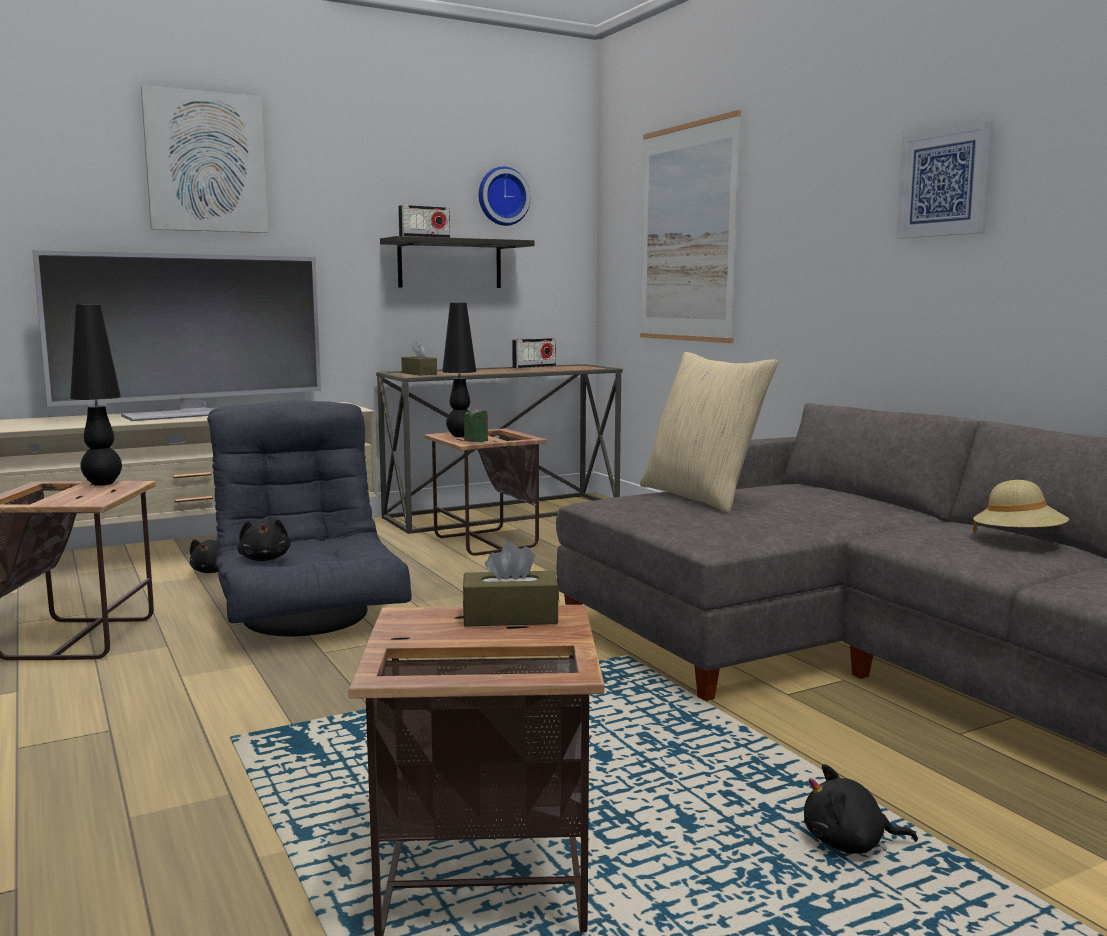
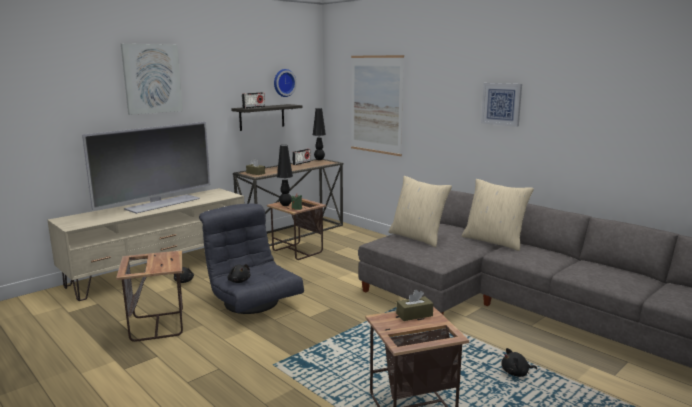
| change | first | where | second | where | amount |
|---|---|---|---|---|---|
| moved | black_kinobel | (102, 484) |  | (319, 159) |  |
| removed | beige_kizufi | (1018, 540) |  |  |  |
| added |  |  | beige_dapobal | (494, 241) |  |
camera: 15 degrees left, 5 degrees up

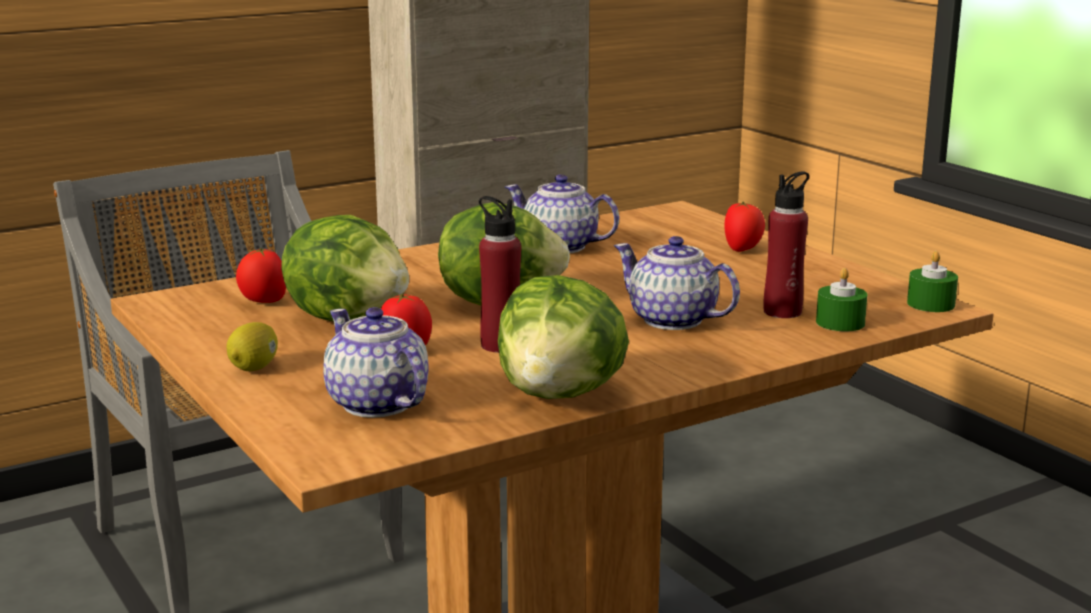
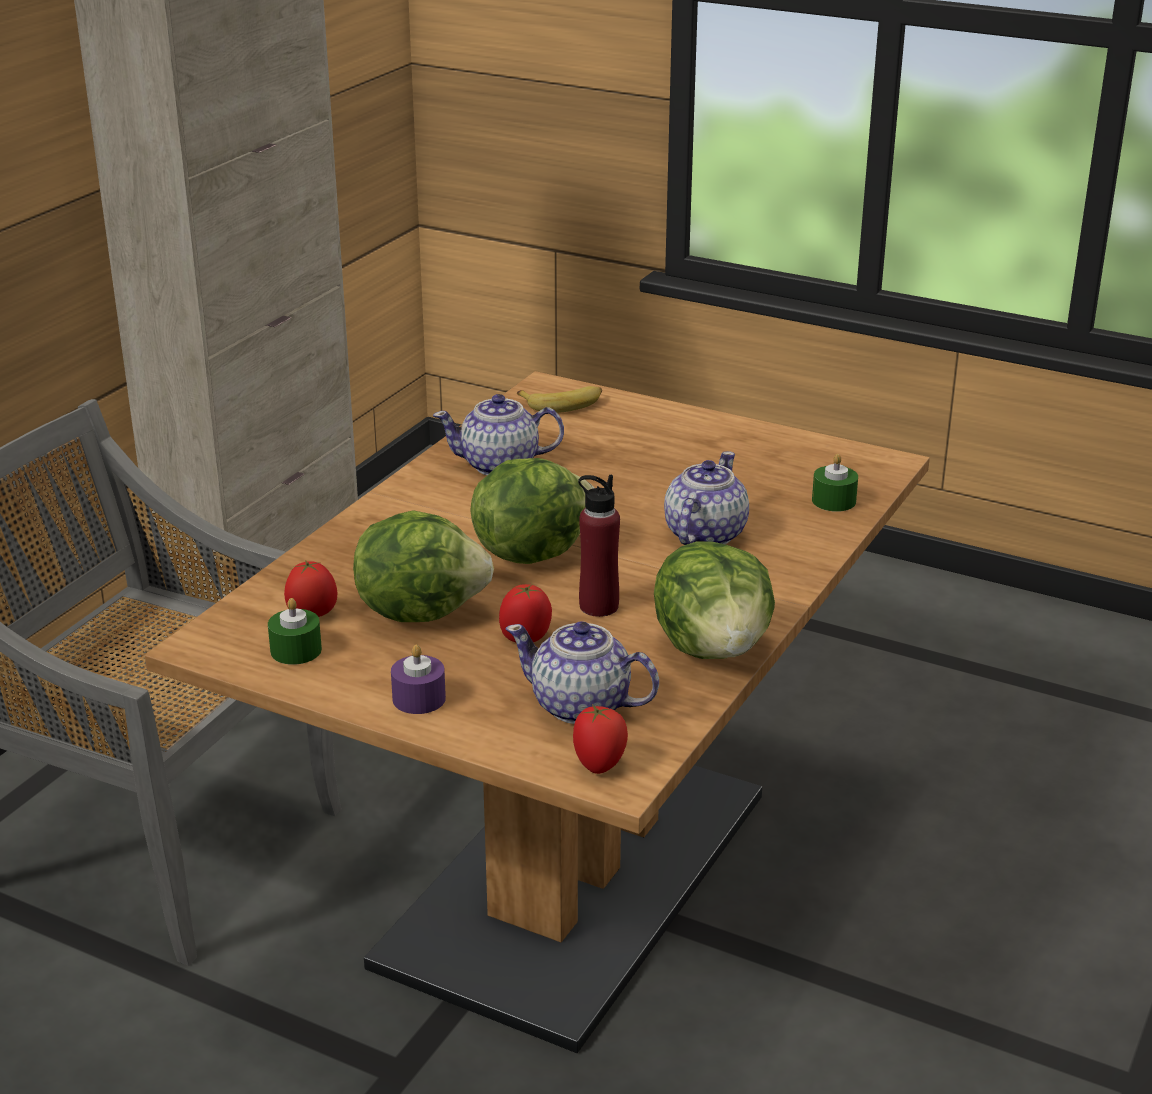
| change | first | where | second | where | amount |
|---|---|---|---|---|---|
| removed | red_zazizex | (782, 312) |  |  |  |
| moved | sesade | (742, 249) |  | (600, 765) |  |
| turned | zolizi | (673, 320) |  | (704, 535) | 105 degrees clockwise |
| moved | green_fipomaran | (930, 304) |  | (296, 650) |  |
| replaced | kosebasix | (255, 367) | purple_fipomaran | (419, 698) |  |
| added |  |  | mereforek | (563, 404) |  |
camera: 30 degrees left, 10 degrees up

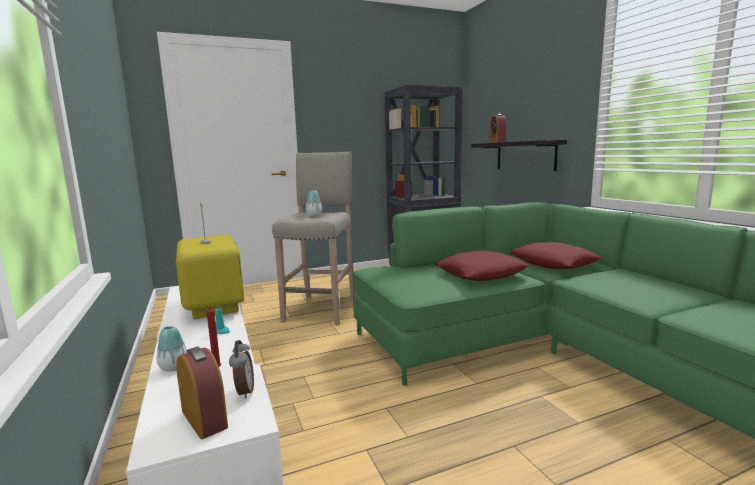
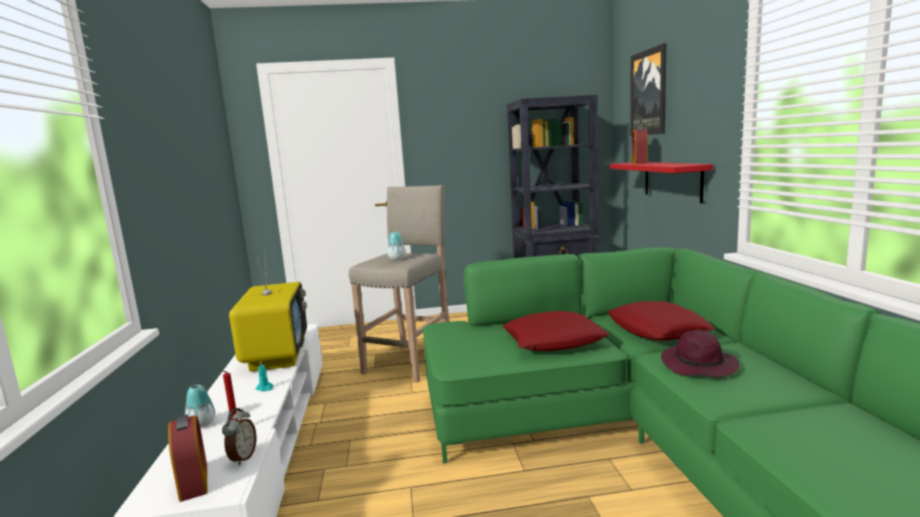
| change | first | where | second | where | amount |
|---|---|---|---|---|---|
| recoloured | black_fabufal | (525, 156) | red_fabufal | (672, 180) |  |
| added |  |  | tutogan | (649, 93) |  |
| added |  |  | purple_kizufi | (699, 366) |  |
camera: 15 degrees right, 0 degrees up

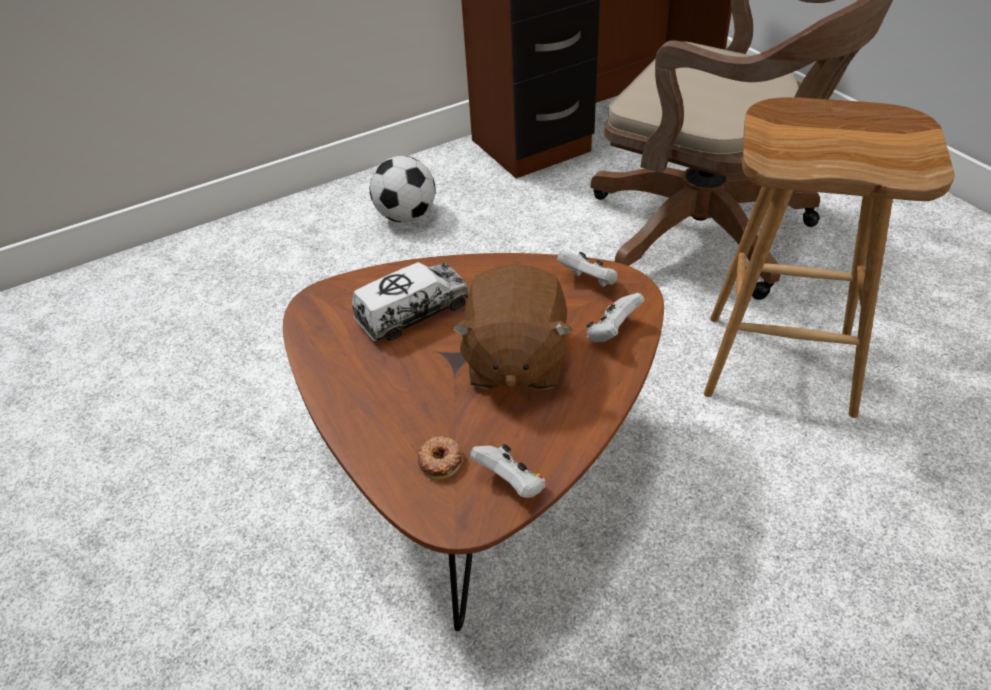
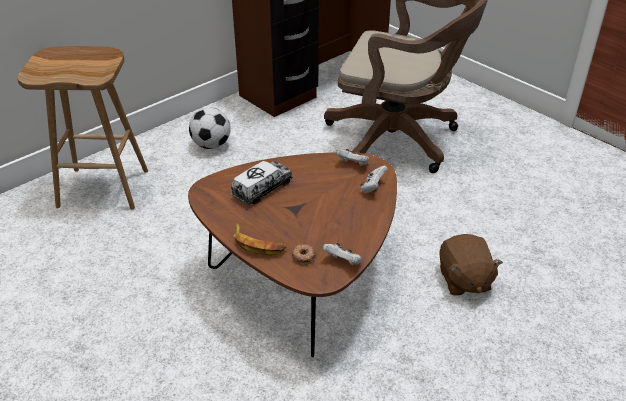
| change | first | where | second | where | amount |
|---|---|---|---|---|---|
| moved | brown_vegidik | (781, 363) |  | (105, 188) |  |
| moved | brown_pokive | (514, 361) |  | (463, 280) |  |
| added |  |  | mereforek | (258, 244) |  |
camera: 15 degrees left, 5 degrees down

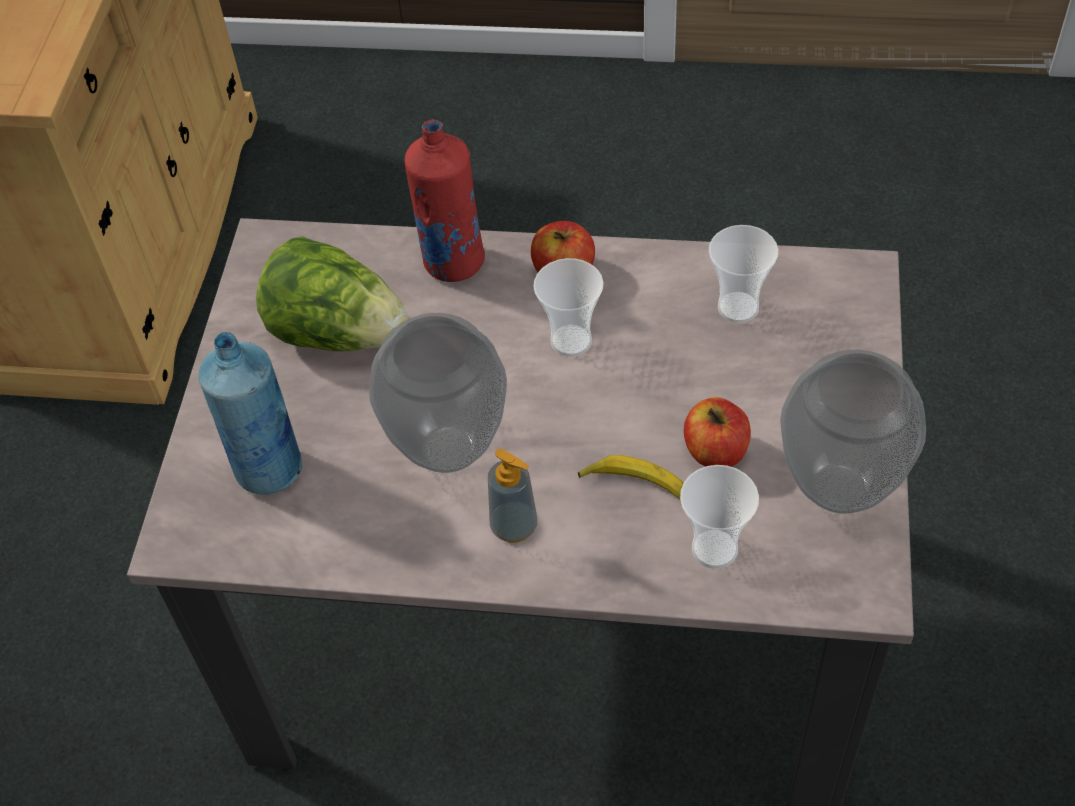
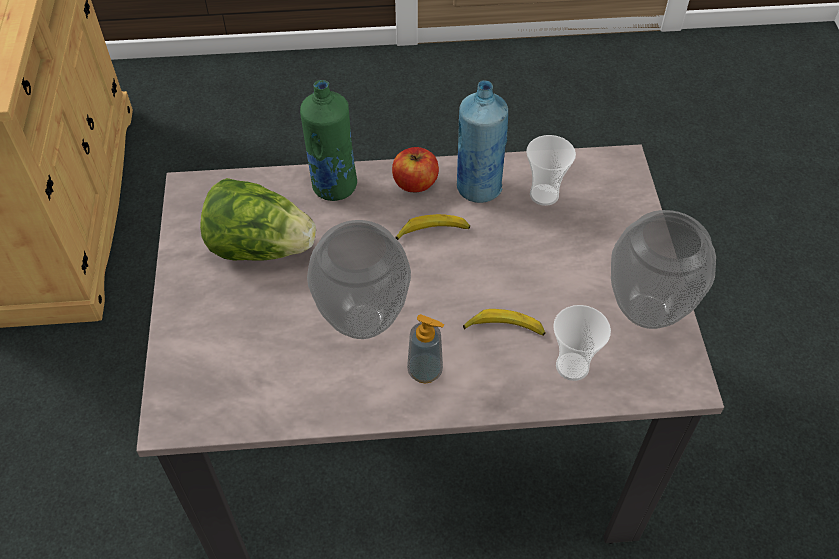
| change | first | where | second | where | amount |
|---|---|---|---|---|---|
| recoloured | red_zazizex | (453, 262) | green_zazizex | (333, 186) |  |
| replaced | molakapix | (571, 340) | mereforek | (433, 232) |  |
| moved | blue_zazizex | (269, 468) |  | (478, 187) |  |
| removed | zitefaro | (716, 451) |  |  |  |
camera: 15 degrees left, 0 degrees up

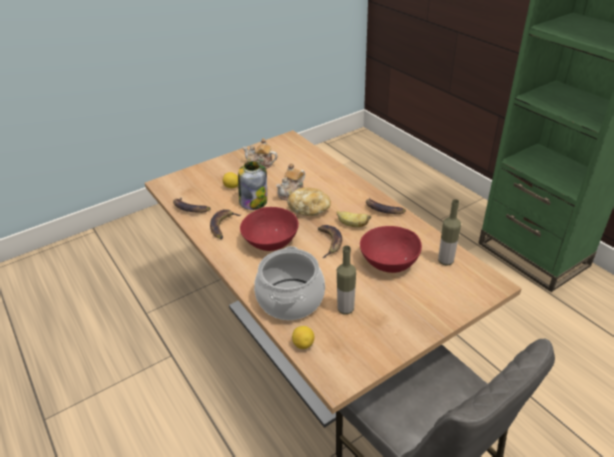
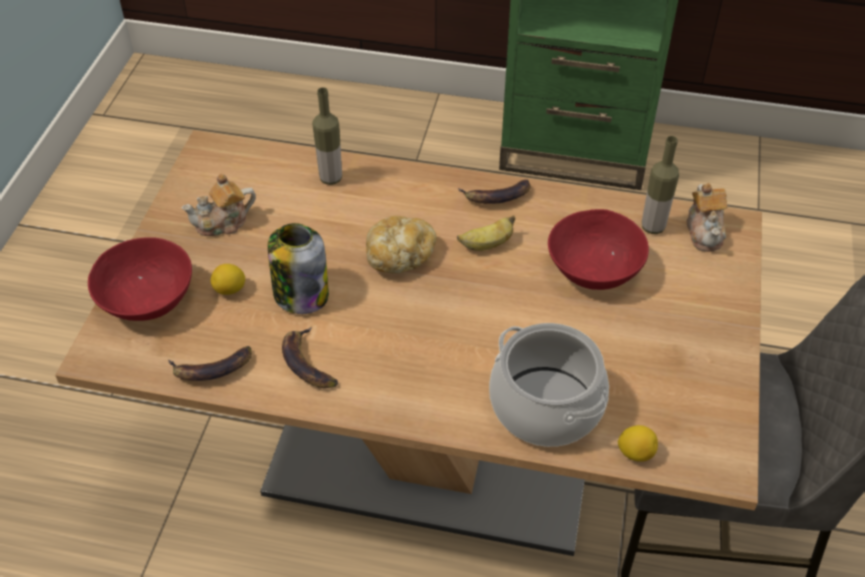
| change | first | where | second | where | amount |
|---|---|---|---|---|---|
| moved | zolizi | (292, 193) |  | (705, 231) |  |
| moved | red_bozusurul | (271, 242) |  | (148, 300) |  |
| removed | mereforek | (330, 242) |  |  |  |
| moved | zazizex | (345, 309) |  | (330, 178) |  |
camera: 45 degrees left, 10 degrees up

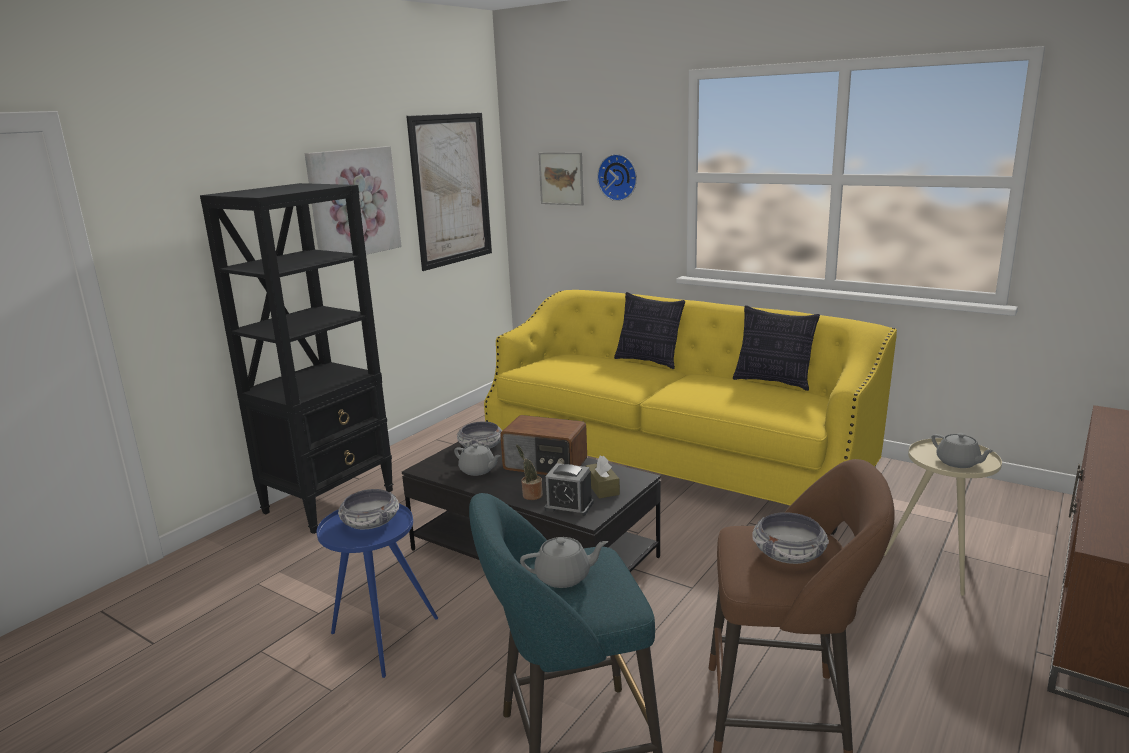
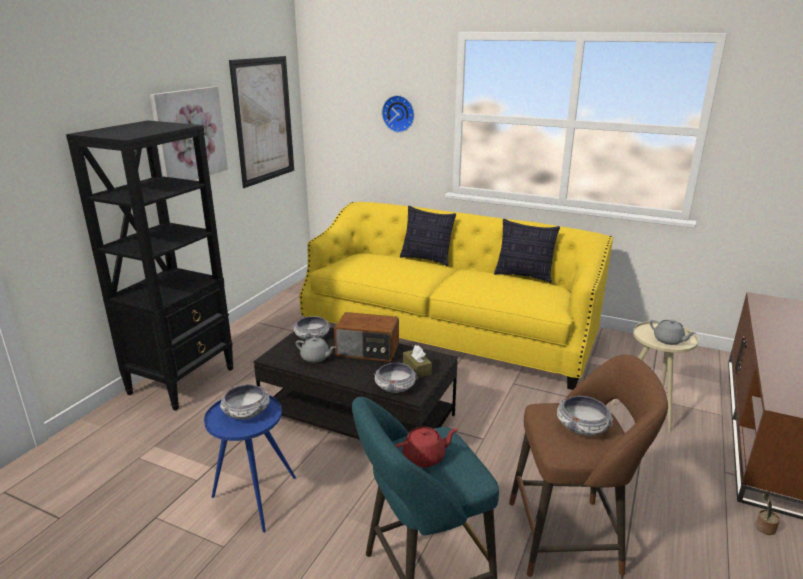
| change | first | where | second | where | amount |
|---|---|---|---|---|---|
| removed | tutogan | (561, 178) |  |  |  |
| moved | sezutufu | (531, 495) |  | (764, 528) |  |
| replaced | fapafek | (569, 506) | bozusurul | (395, 386) |  |
| recoloured | grey_zolizi | (564, 577) | red_zolizi | (424, 457) |  |
camera: 10 degrees left, 5 degrees up

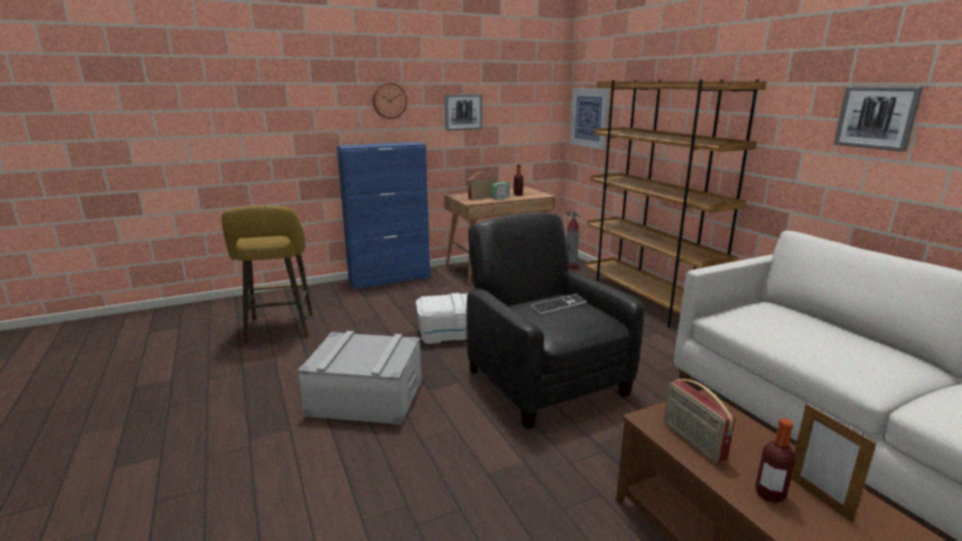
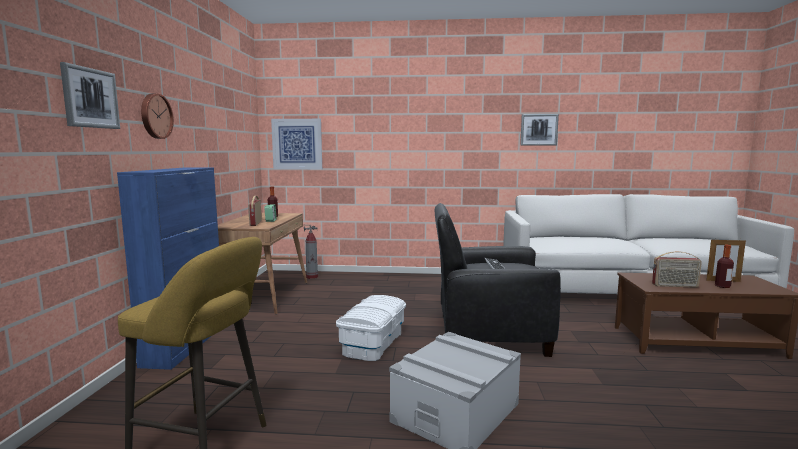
| change | first | where | second | where | amount |
|---|---|---|---|---|---|
| removed | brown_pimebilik | (646, 303) |  |  |  |
| moved | tutogan | (463, 112) |  | (90, 98) |  |
camera: 60 degrees left, 10 degrees down

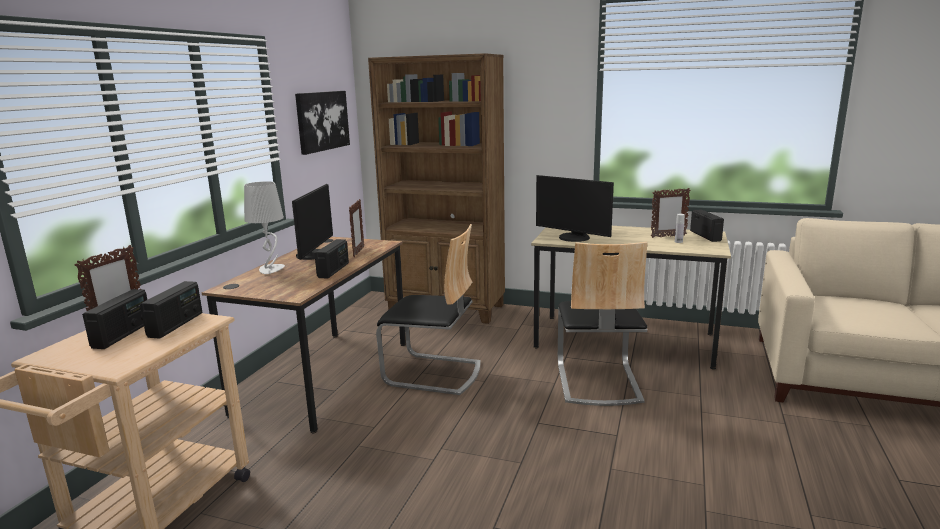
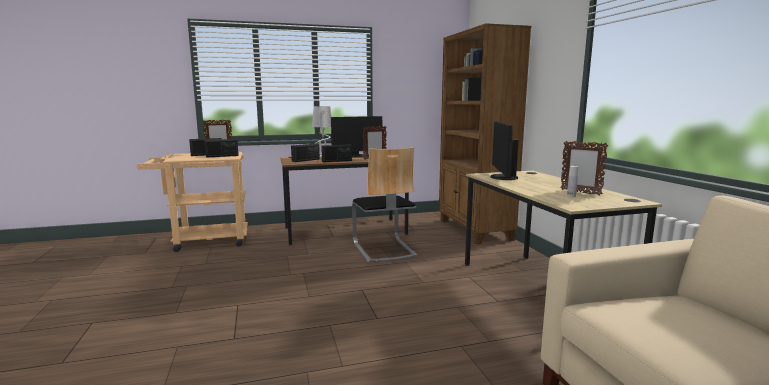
| change | first | where | second | where | amount |
|---|---|---|---|---|---|
| removed | tutogan | (322, 121) |  |  |  |
| moved | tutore | (705, 236) |  | (306, 160) |  |
| removed | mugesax | (597, 381) |  |  |  |
camera: 55 degrees right, 5 degrees down

